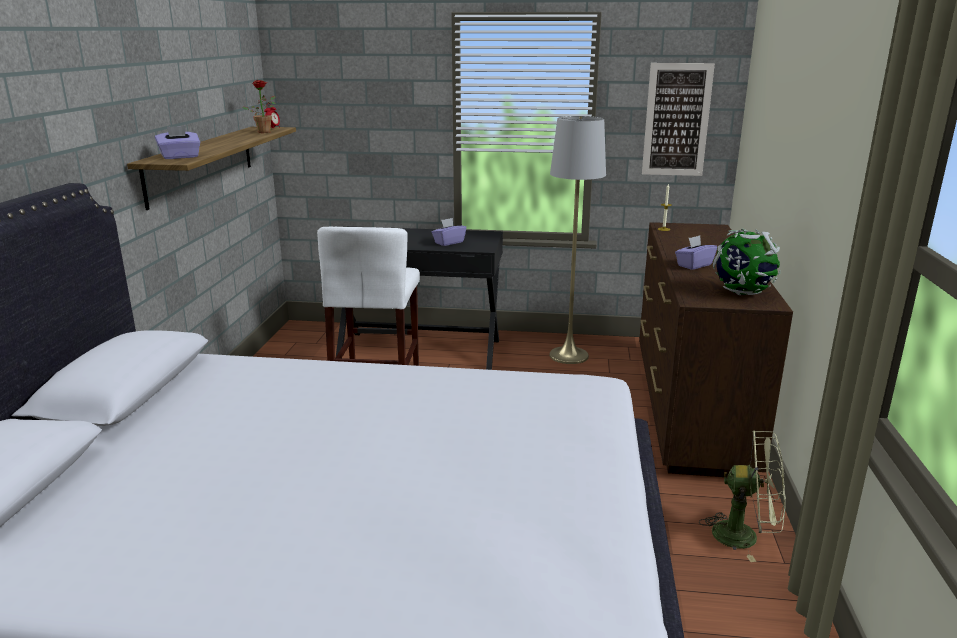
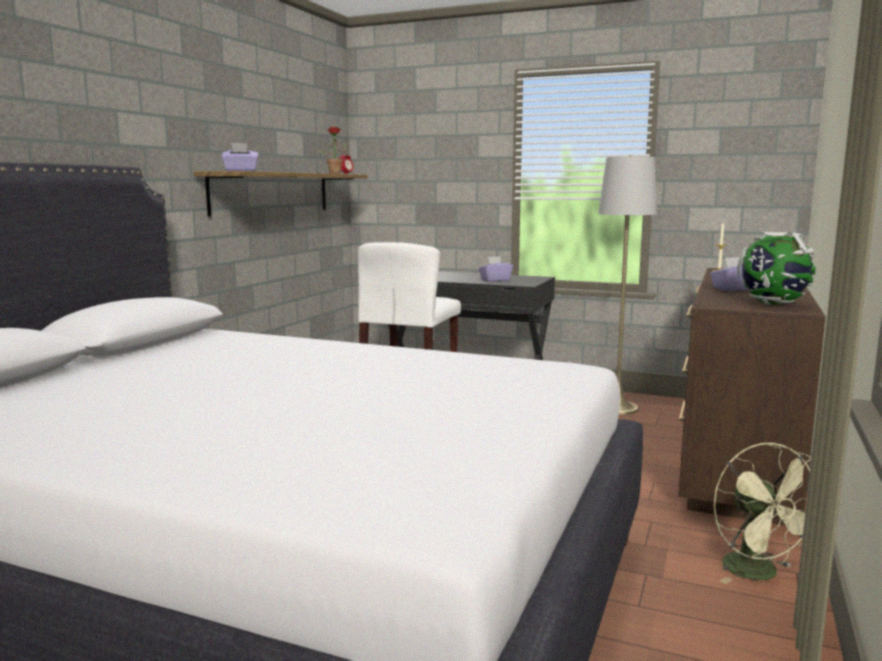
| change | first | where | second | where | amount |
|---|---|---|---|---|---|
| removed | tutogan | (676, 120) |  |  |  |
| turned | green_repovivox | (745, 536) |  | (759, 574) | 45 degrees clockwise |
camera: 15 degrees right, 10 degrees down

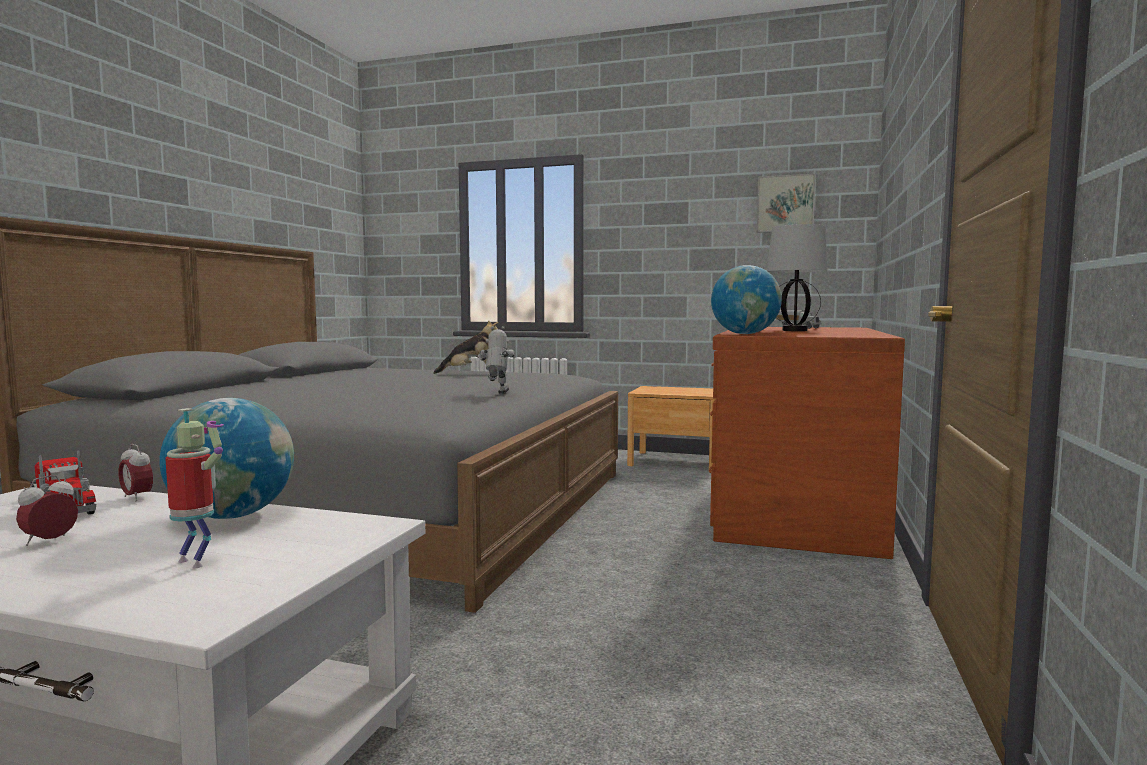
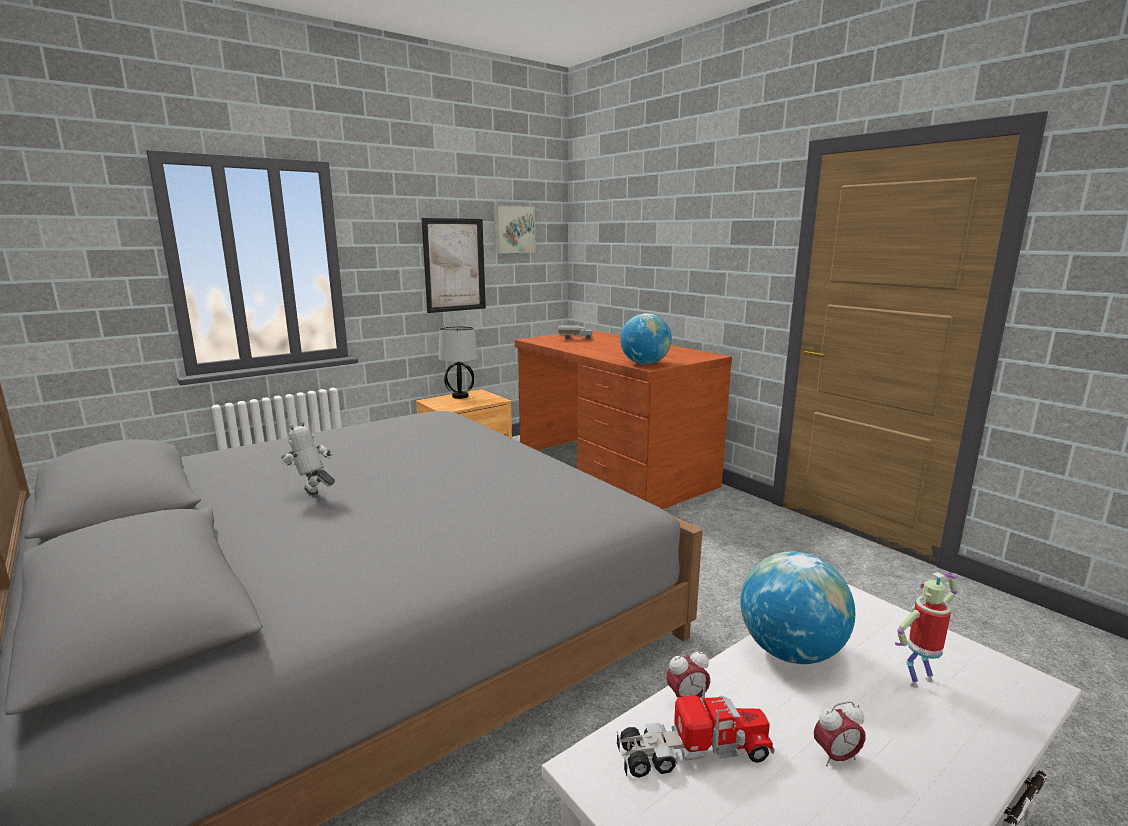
| change | first | where | second | where | amount |
|---|---|---|---|---|---|
| moved | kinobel | (794, 330) |  | (459, 396) |  |
| removed | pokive | (470, 373) |  |  |  |
| moved | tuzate | (496, 394) |  | (314, 497) |  |
| turned | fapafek | (50, 541) |  | (836, 757) | 75 degrees counterclockwise |
| added |  |  | tutogan | (454, 265) |  |
camera: 55 degrees left, 10 degrees up

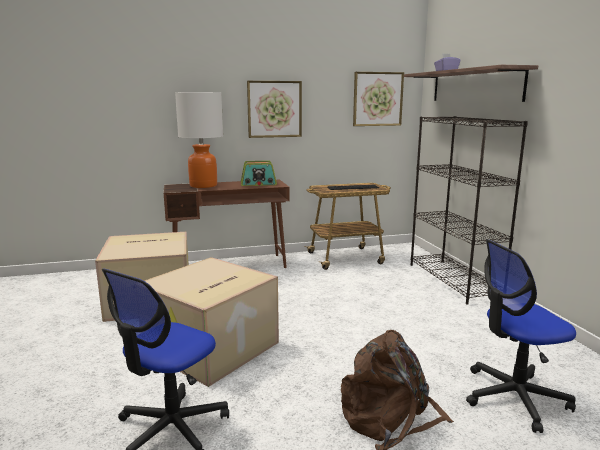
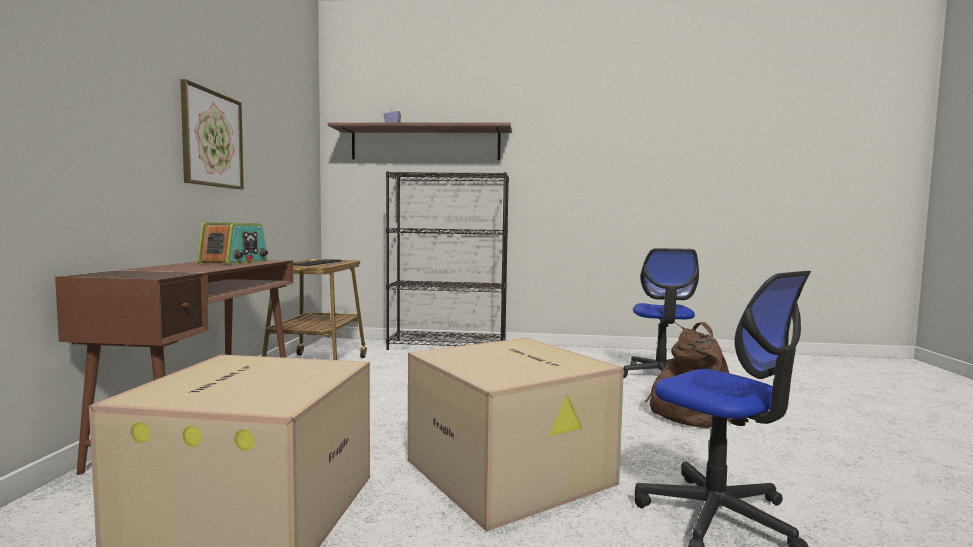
| change | first | where | second | where | amount |
|---|---|---|---|---|---|
| removed | tutogan | (377, 99) |  |  |  |
| removed | kinobel | (203, 185) |  |  |  |
camera: 70 degrees left, 10 degrees down

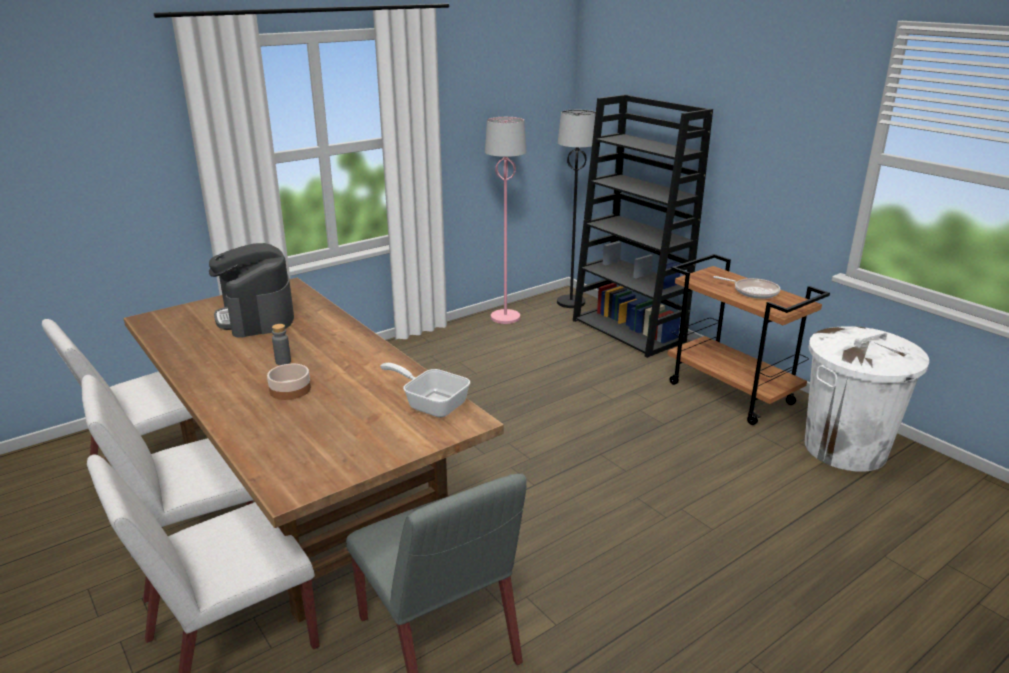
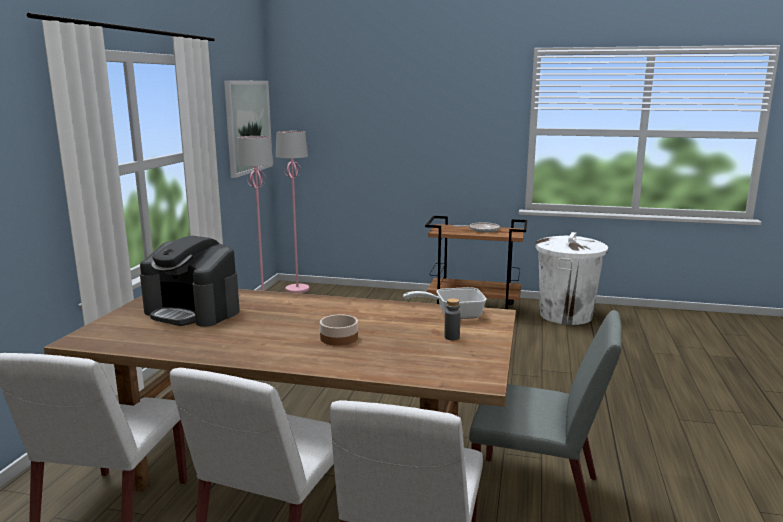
| change | first | where | second | where | amount |
|---|---|---|---|---|---|
| removed | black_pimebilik | (629, 331) |  |  |  |
| recoloured | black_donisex | (570, 302) | pink_donisex | (297, 289) |  |
| moved | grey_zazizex | (283, 361) |  | (452, 337) |  |
| added |  |  | tutogan | (248, 127) |  |
camera: 40 degrees left, 10 degrees down

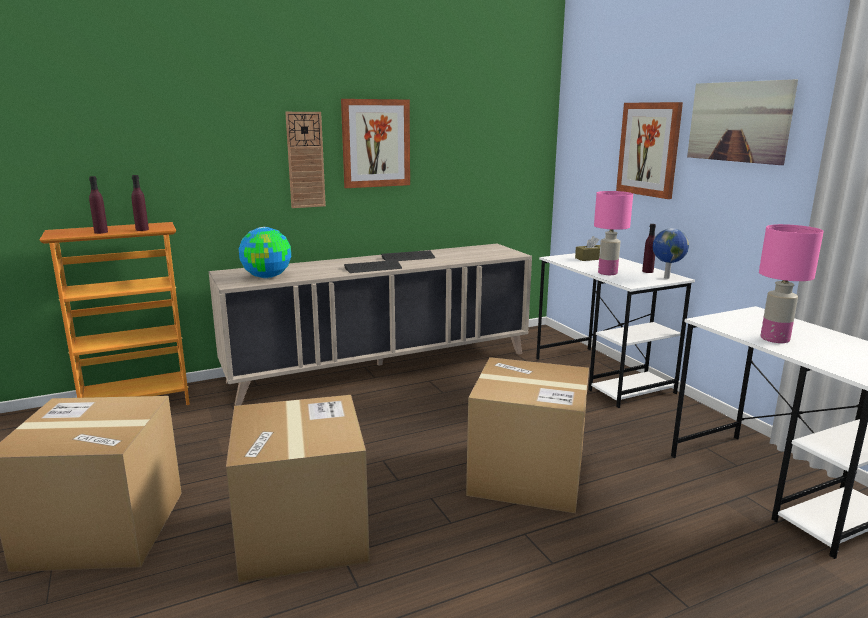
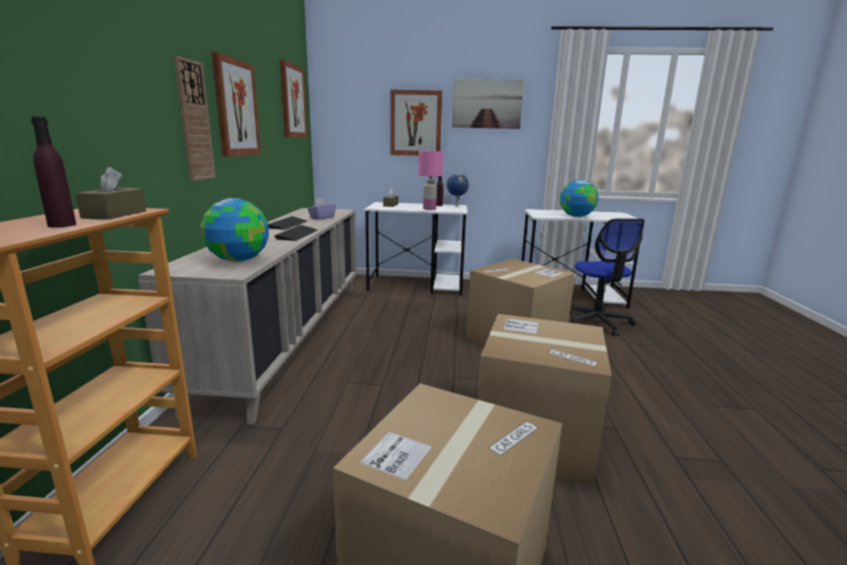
| change | first | where | second | where | amount |
|---|---|---|---|---|---|
| replaced | purple_zazizex | (142, 229) | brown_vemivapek | (115, 214) |  |
| replaced | pink_kinobel | (774, 339) | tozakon | (576, 216) |  |
| added |  |  | tutogan | (292, 101) |  |
| added |  |  | purple_vemivapek | (322, 218) |  |
| added |  |  | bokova | (597, 322) |  |
camera: 60 degrees left, 0 degrees up

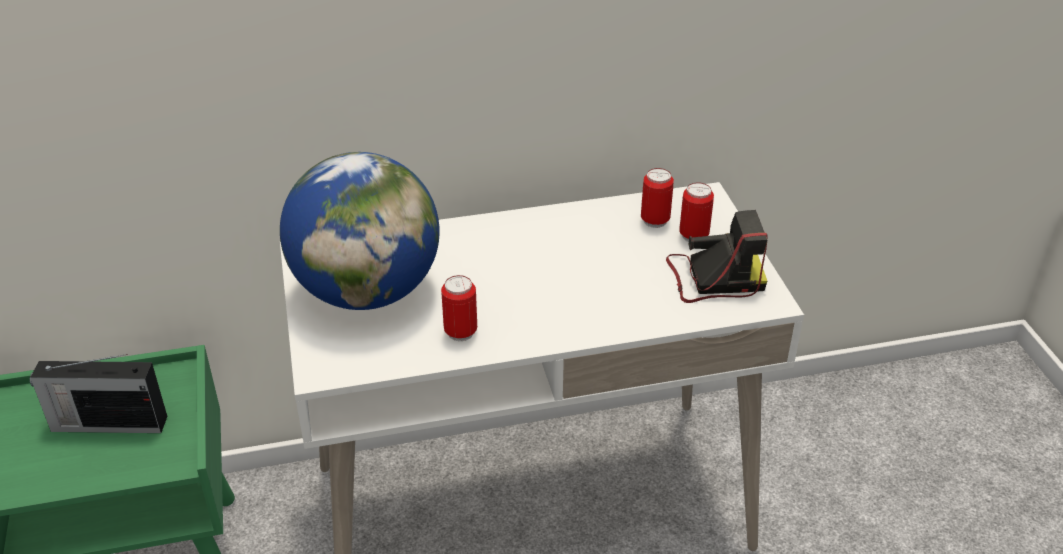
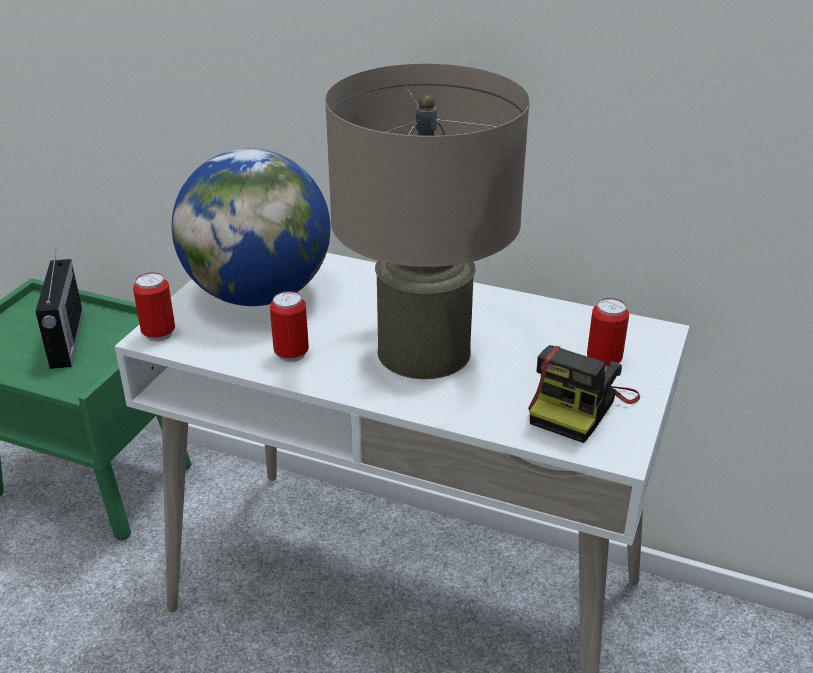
| change | first | where | second | where | amount |
|---|---|---|---|---|---|
| moved | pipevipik | (655, 221) |  | (159, 334) |  |
| turned | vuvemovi | (713, 278) |  | (580, 406) | 90 degrees clockwise |
| turned | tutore | (107, 423) |  | (66, 341) | 135 degrees counterclockwise |
| added |  |  | beige_kinobel | (423, 351) |  |
camera: 35 degrees right, 5 degrees down

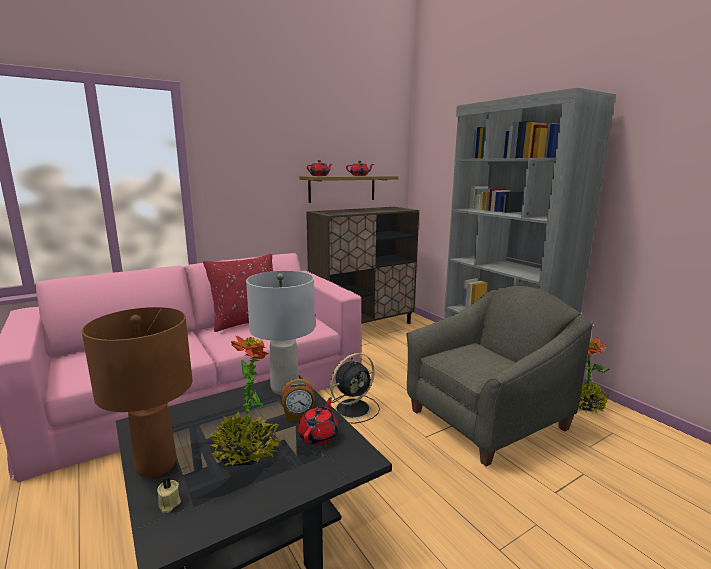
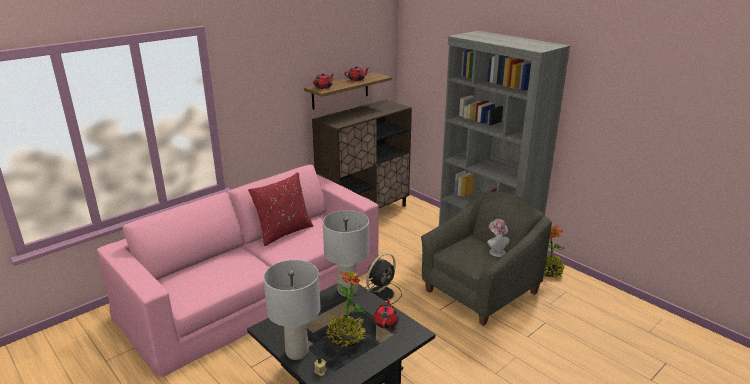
| change | first | where | second | where | amount |
|---|---|---|---|---|---|
| recoloured | brown_kinobel | (157, 465) | grey_kinobel | (297, 352) |  |
| removed | fapafek | (299, 416) |  |  |  |
| added |  |  | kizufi | (495, 251) |  |
camera: 10 degrees left, 10 degrees up

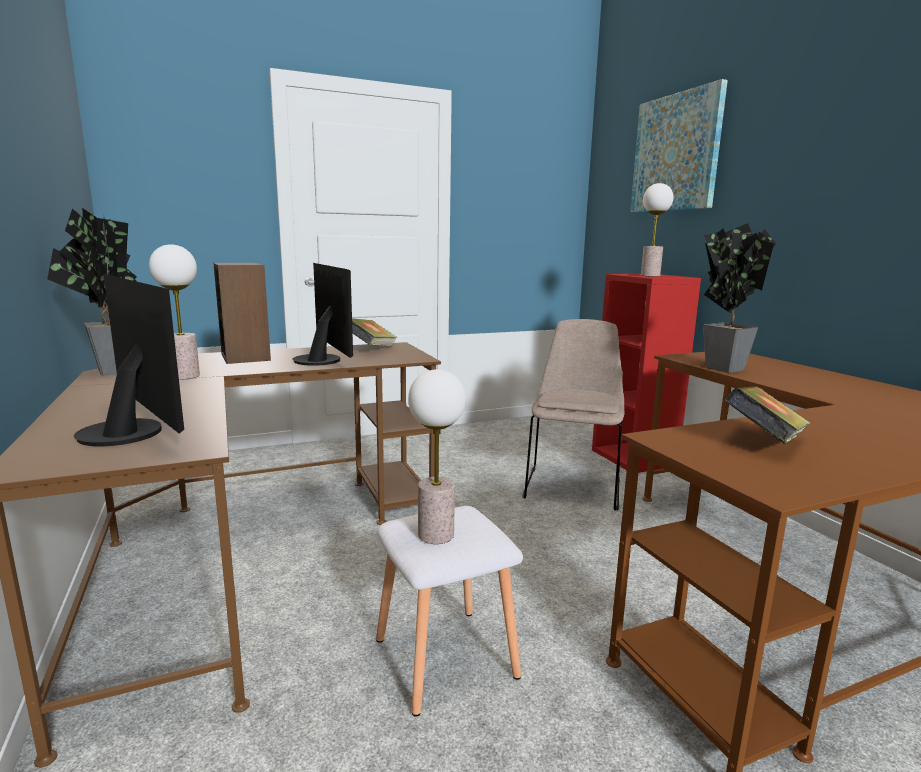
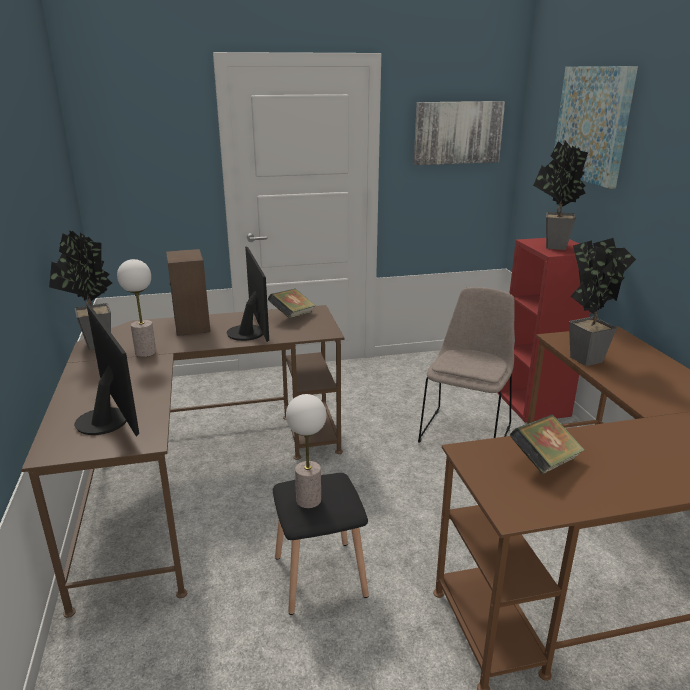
| change | first | where | second | where | amount |
|---|---|---|---|---|---|
| replaced | kinobel | (650, 275) | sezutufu | (553, 247) |  |
| recoloured | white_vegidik | (443, 656) | black_vegidik | (318, 575) |  |
| added |  |  | tutogan | (457, 132) |  |
camera: 10 degrees right, 10 degrees up

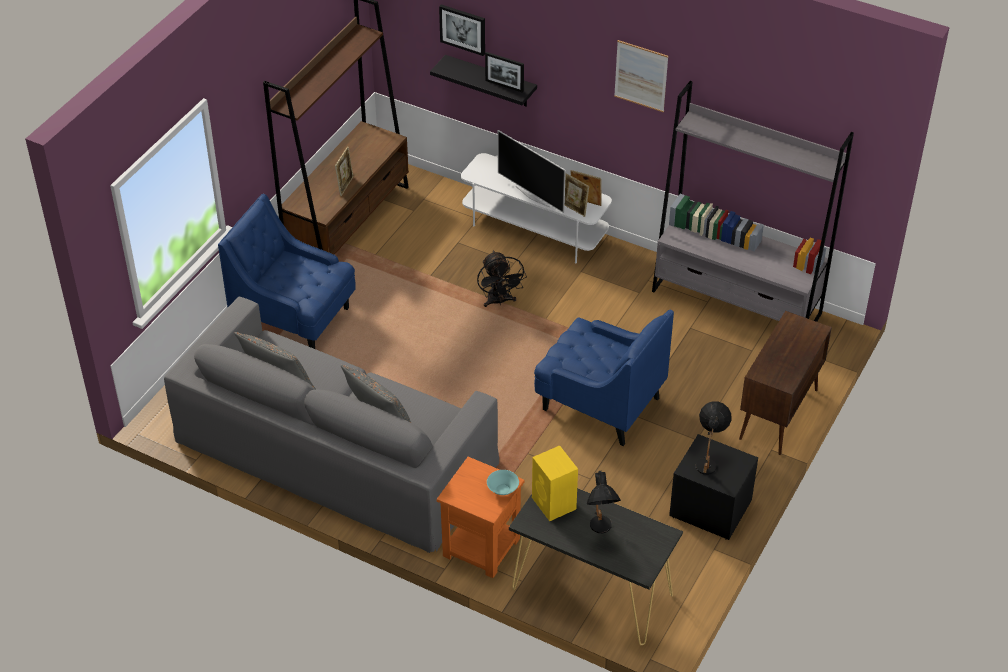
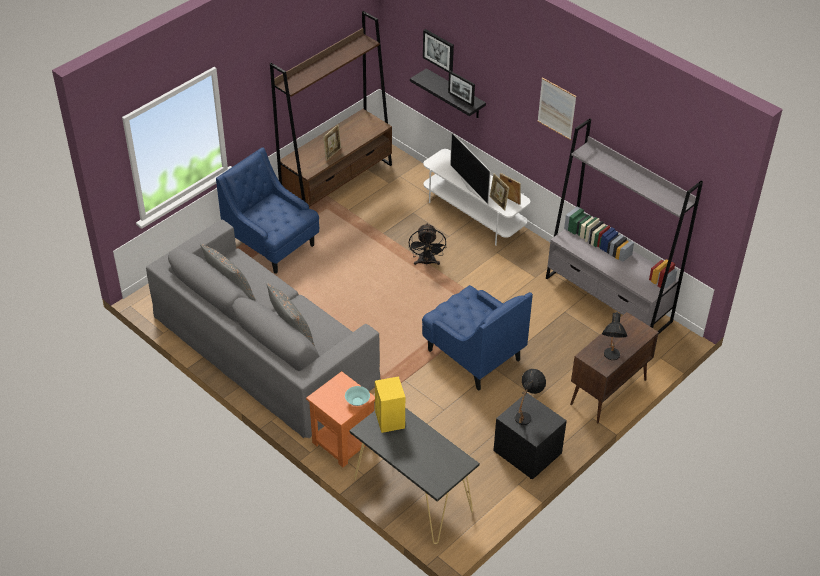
| change | first | where | second | where | amount |
|---|---|---|---|---|---|
| moved | black_kinobel | (600, 531) |  | (610, 358) |  |
camera: 15 degrees right, 0 degrees up

